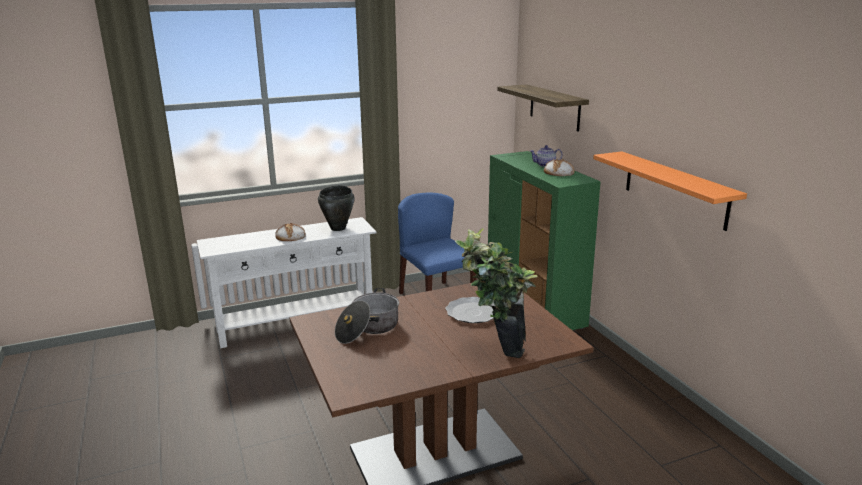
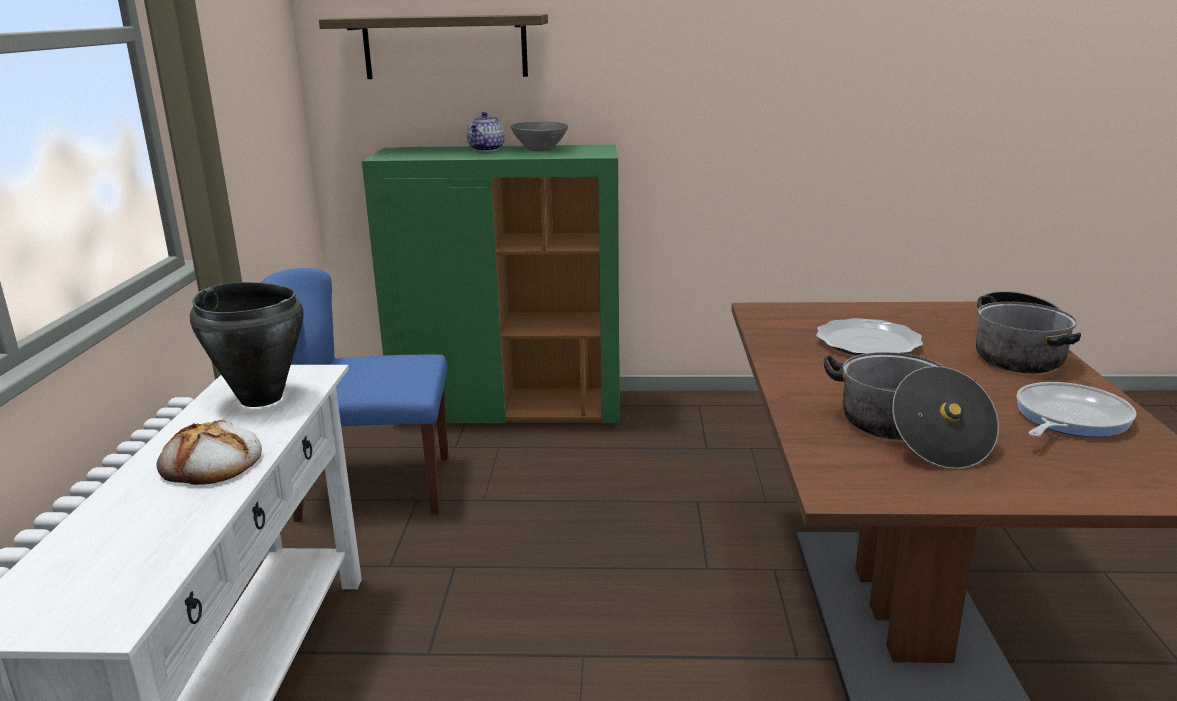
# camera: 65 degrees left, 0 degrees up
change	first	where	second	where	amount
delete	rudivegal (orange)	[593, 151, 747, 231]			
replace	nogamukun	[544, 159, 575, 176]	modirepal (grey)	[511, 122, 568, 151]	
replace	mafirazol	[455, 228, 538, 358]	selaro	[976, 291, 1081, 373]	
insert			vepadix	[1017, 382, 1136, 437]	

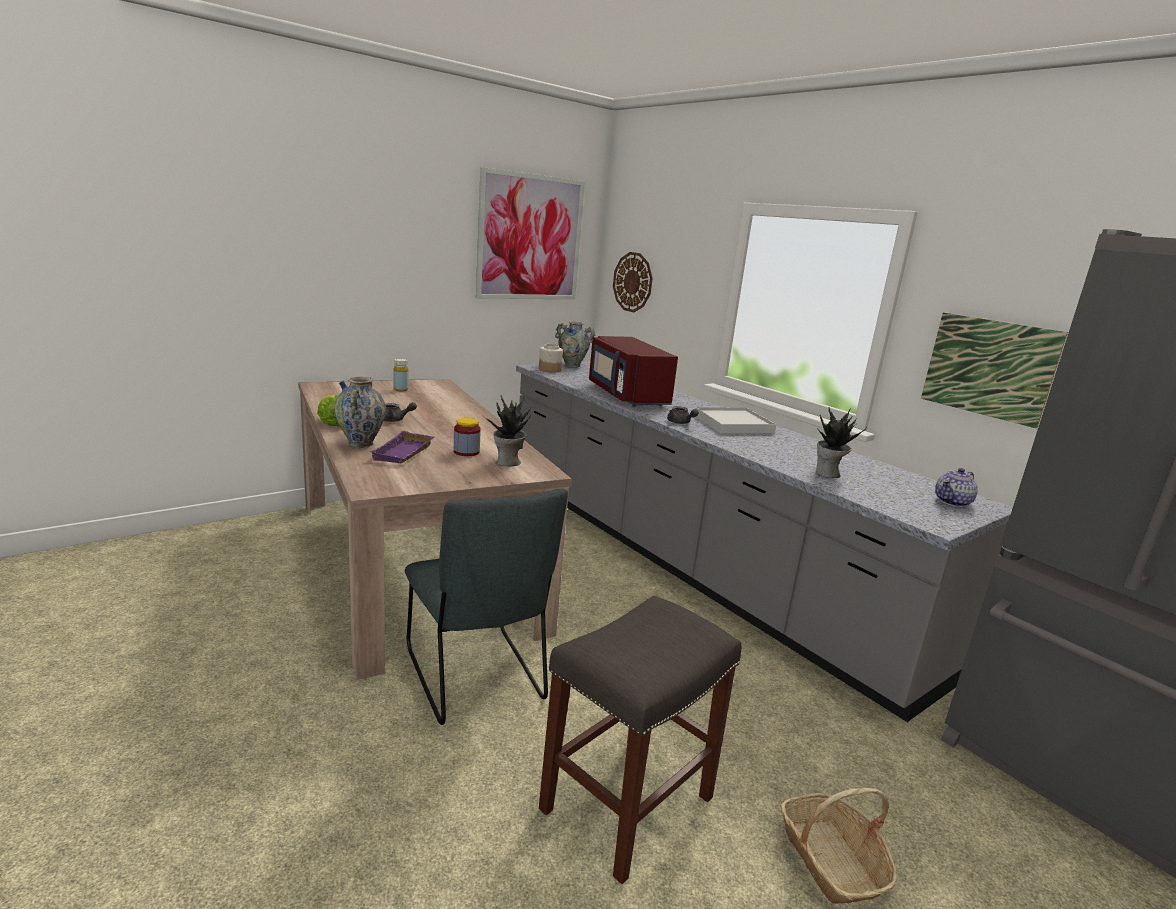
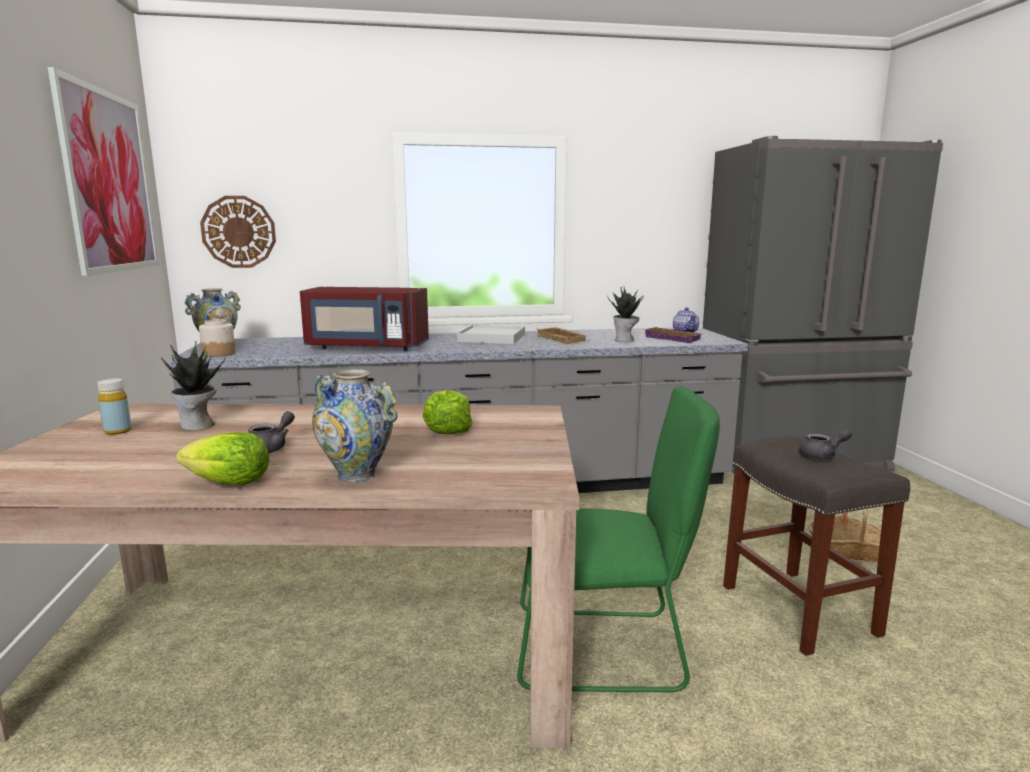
# camera: 60 degrees left, 5 degrees down
change	first	where	second	where	amount
delete	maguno	[921, 312, 1068, 429]			
move	mafirazol	[482, 395, 532, 466]		[161, 340, 226, 430]	
move	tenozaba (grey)	[667, 406, 699, 424]		[799, 429, 852, 460]	
replace	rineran	[454, 418, 481, 456]	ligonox	[423, 390, 473, 435]	
move	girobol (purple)	[370, 431, 434, 463]		[644, 327, 702, 343]	
recolor	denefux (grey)	[405, 489, 568, 725]	denefux (green)	[517, 386, 720, 692]	
insert			girobol (beige)	[535, 327, 589, 344]	

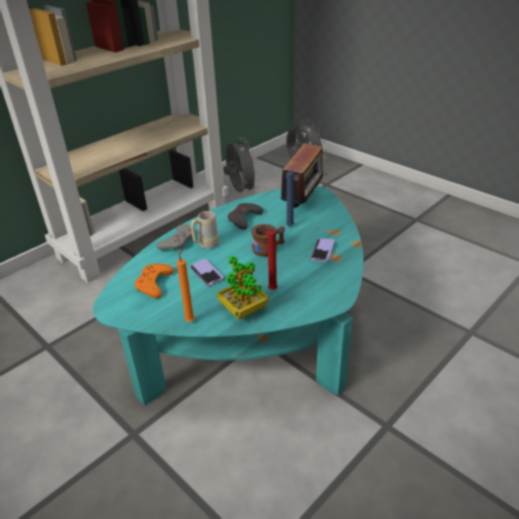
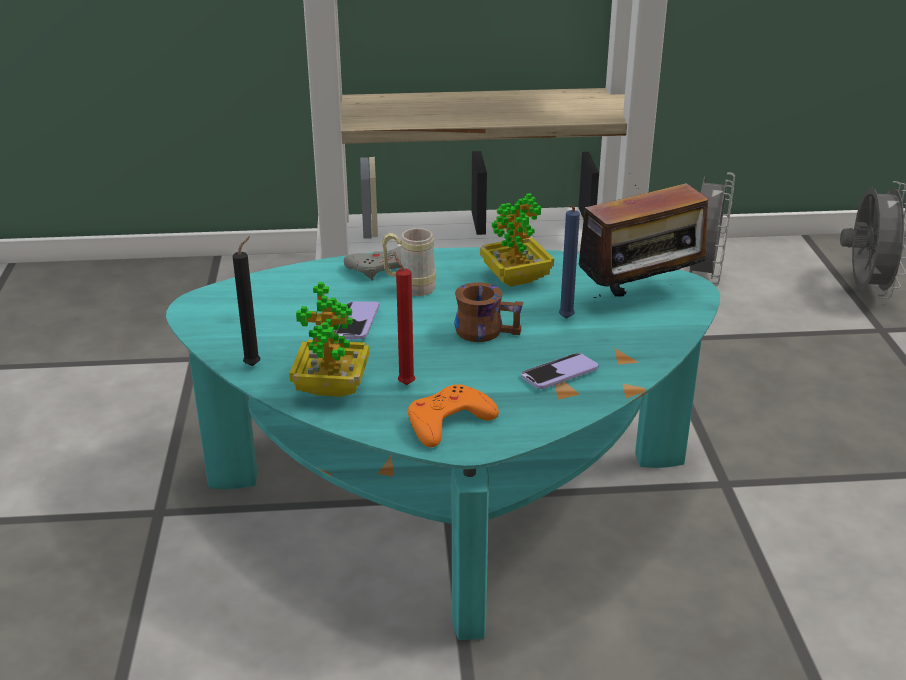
# camera: 40 degrees right, 5 degrees down
change	first	where	second	where	amount
replace	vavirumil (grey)	[228, 203, 263, 230]	mafirazol	[480, 193, 554, 287]	
recolor	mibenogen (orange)	[177, 249, 195, 322]	mibenogen (black)	[233, 236, 260, 366]	
move	vavirumil (orange)	[135, 264, 174, 298]		[408, 384, 499, 447]	

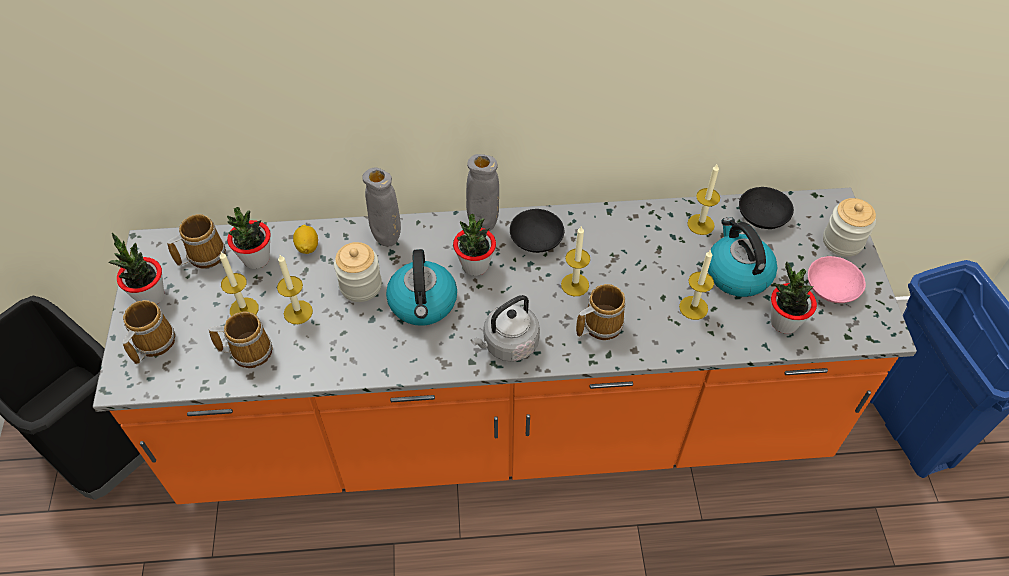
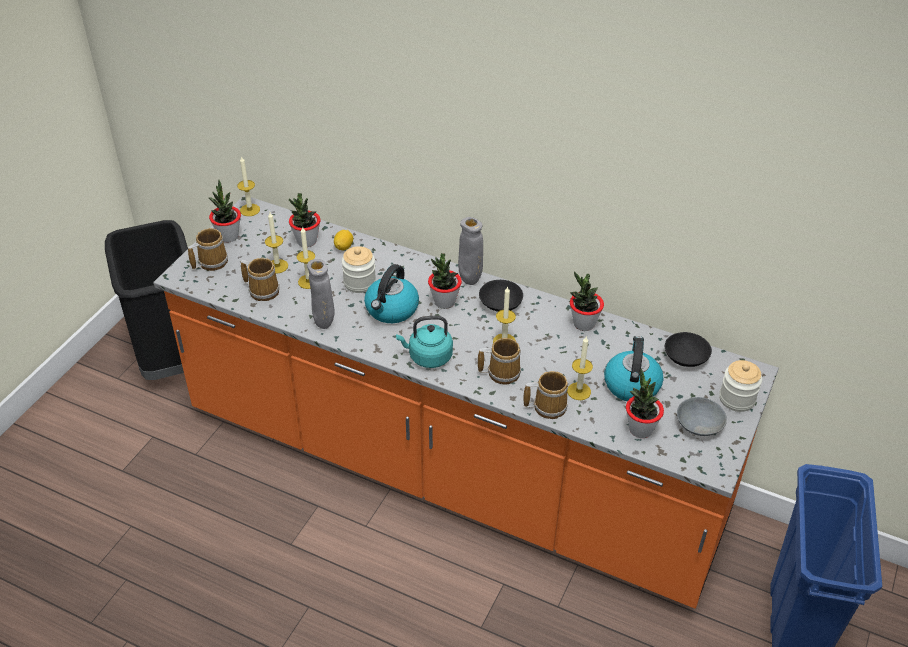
# camera: 30 degrees right, 10 degrees down
change	first	where	second	where	amount
move	mibenogen	[688, 163, 720, 235]		[237, 156, 260, 216]	
move	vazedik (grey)	[362, 168, 401, 247]		[307, 259, 335, 329]	
move	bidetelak	[167, 214, 226, 269]		[523, 371, 568, 419]	
recolor	modirepal (pink)	[808, 256, 866, 303]	modirepal (grey)	[677, 397, 727, 436]	
recolor	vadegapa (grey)	[471, 295, 540, 362]	vadegapa (turquoise)	[396, 316, 453, 368]	
insert			mafirazol	[570, 271, 604, 331]	

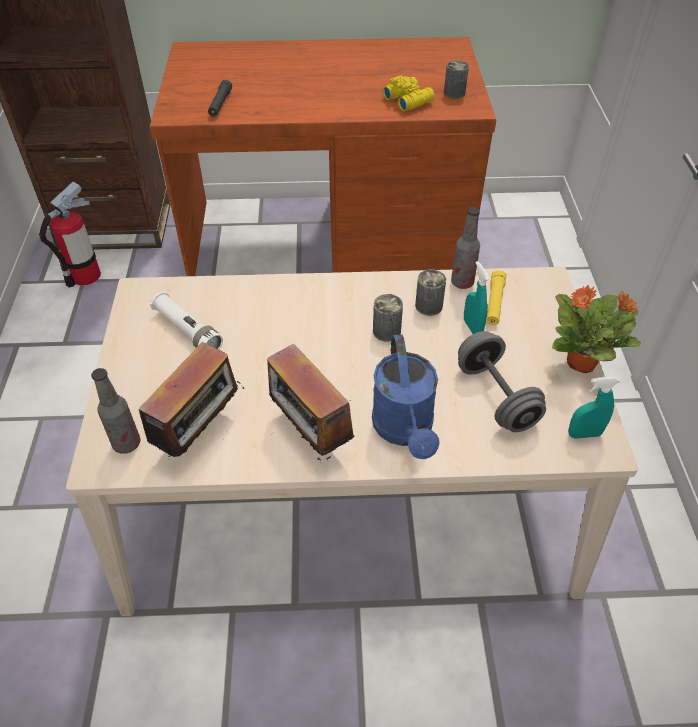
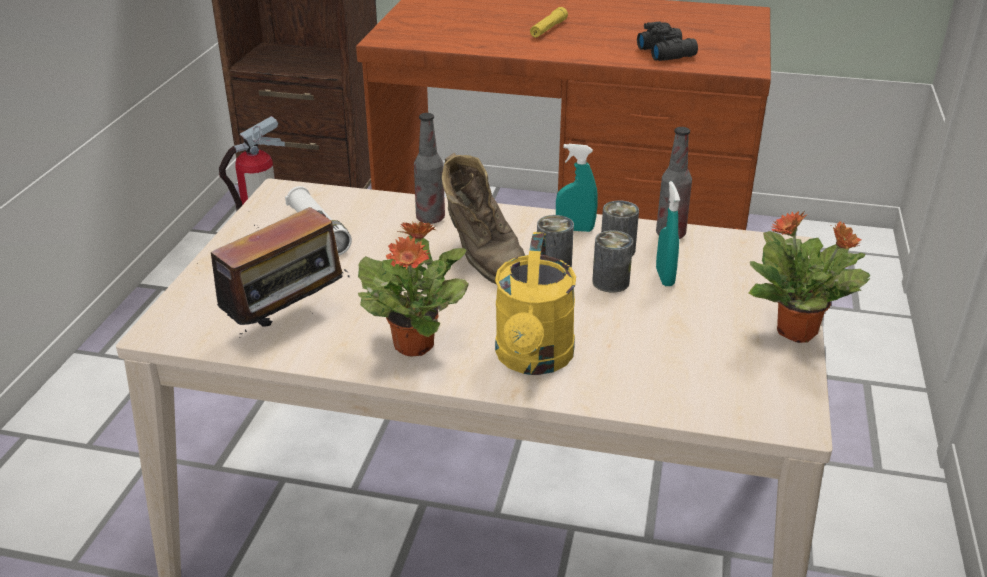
# camera: 15 degrees right, 15 degrees down
change	first	where	second	where	amount
move	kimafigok	[444, 60, 469, 99]		[592, 230, 633, 293]	
recolor	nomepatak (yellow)	[383, 75, 434, 111]	nomepatak (black)	[637, 22, 698, 61]	
delete	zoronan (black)	[208, 80, 232, 117]			
move	zoronan (yellow)	[487, 270, 506, 325]		[530, 7, 568, 37]	
delete	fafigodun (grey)	[458, 331, 546, 432]			
recolor	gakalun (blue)	[372, 334, 440, 459]	gakalun (yellow)	[495, 232, 576, 375]	
replace	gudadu	[267, 344, 354, 461]	mafirazol	[358, 221, 469, 356]	
move	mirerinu	[91, 368, 140, 454]		[414, 113, 445, 224]	
move	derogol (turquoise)	[568, 377, 620, 439]		[556, 144, 598, 232]	
insert			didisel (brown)	[442, 153, 525, 284]	

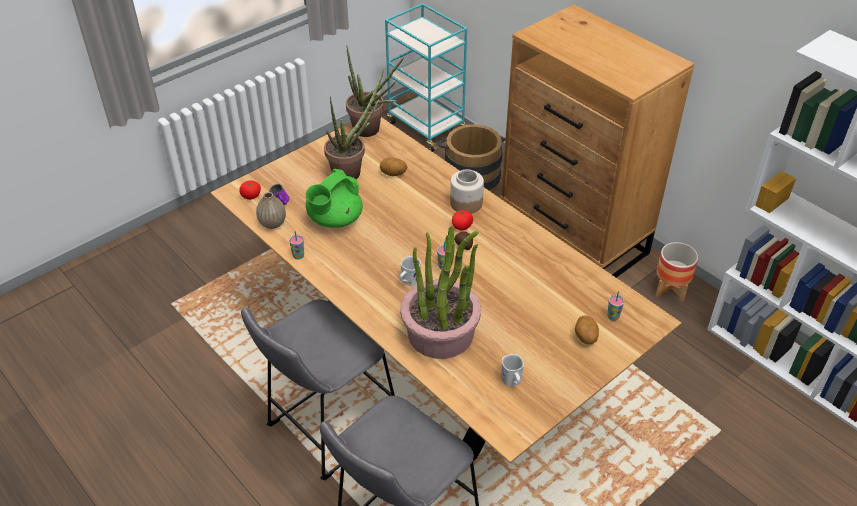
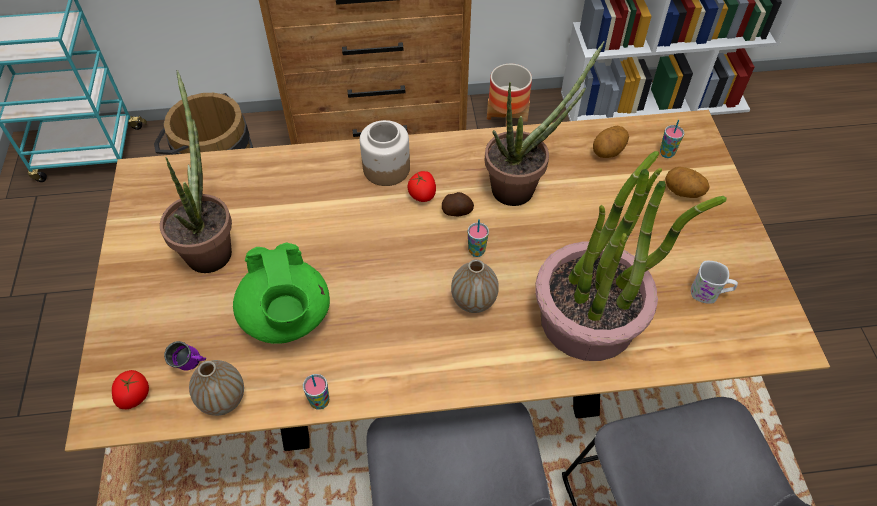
# camera: 55 degrees left, 10 degrees up
change	first	where	second	where	amount
move	mafirazol	[346, 46, 404, 137]		[484, 41, 604, 206]	
move	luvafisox	[380, 158, 407, 176]		[593, 126, 629, 158]	
replace	bidetelak (white)	[400, 256, 421, 286]	vazedik	[451, 259, 499, 313]	

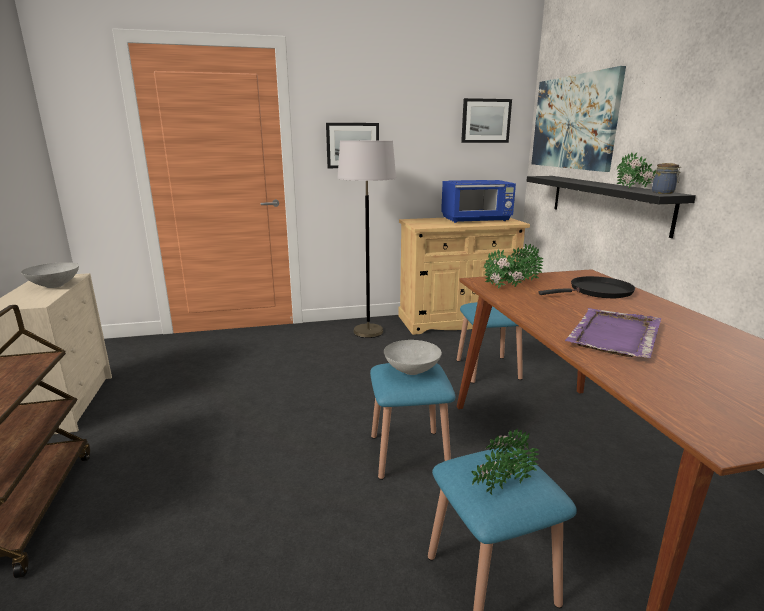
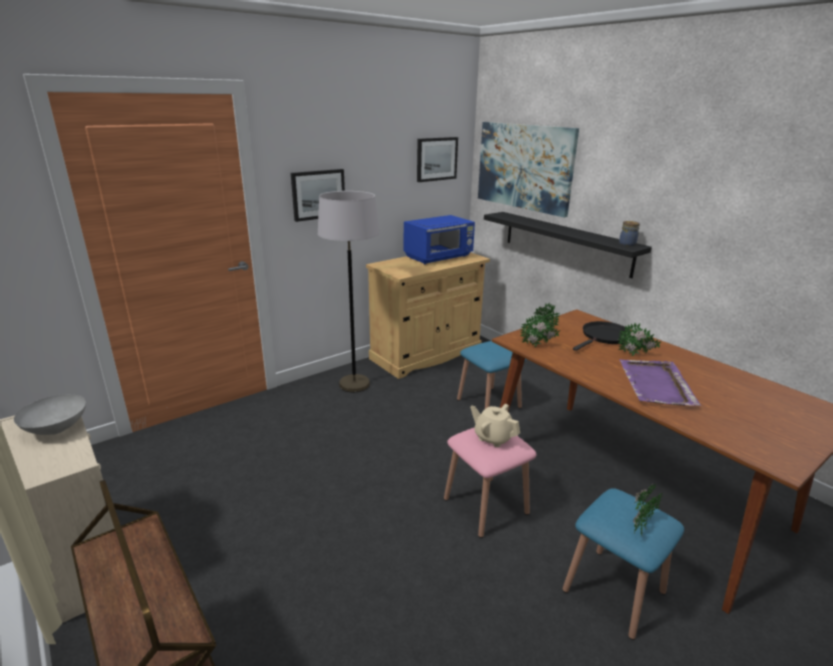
# camera: 25 degrees left, 5 degrees up
change	first	where	second	where	amount
move	mafirazol	[617, 152, 656, 188]		[618, 323, 662, 356]	
replace	modirepal (grey)	[384, 340, 442, 375]	tenozaba (beige)	[470, 404, 520, 447]	
recolor	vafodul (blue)	[370, 363, 455, 480]	vafodul (pink)	[444, 427, 536, 538]	

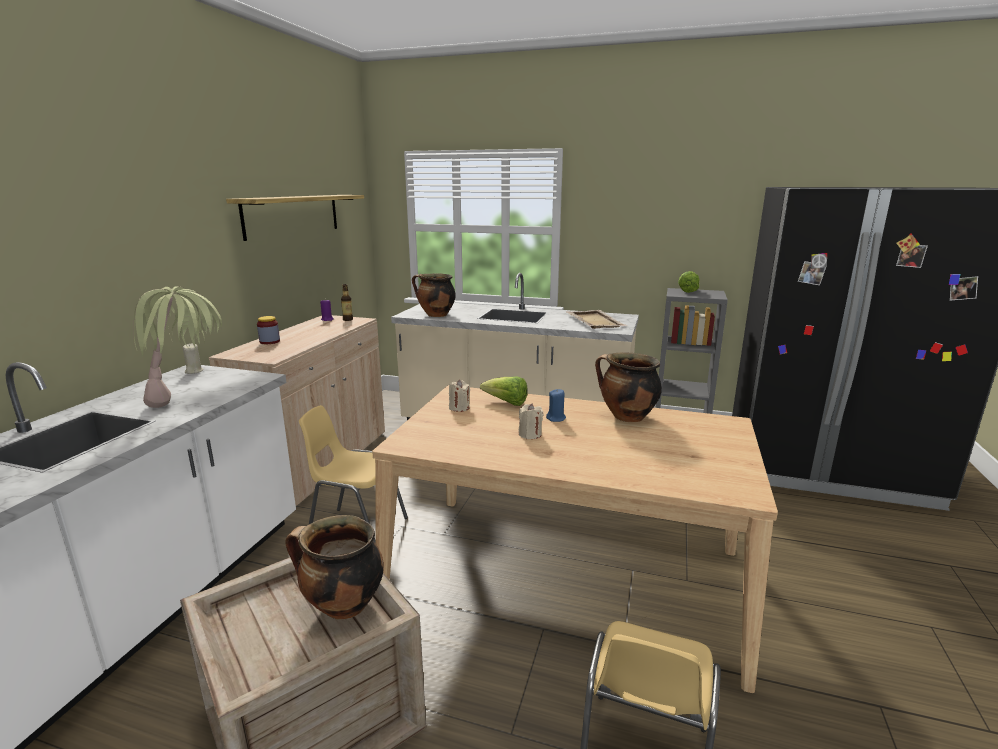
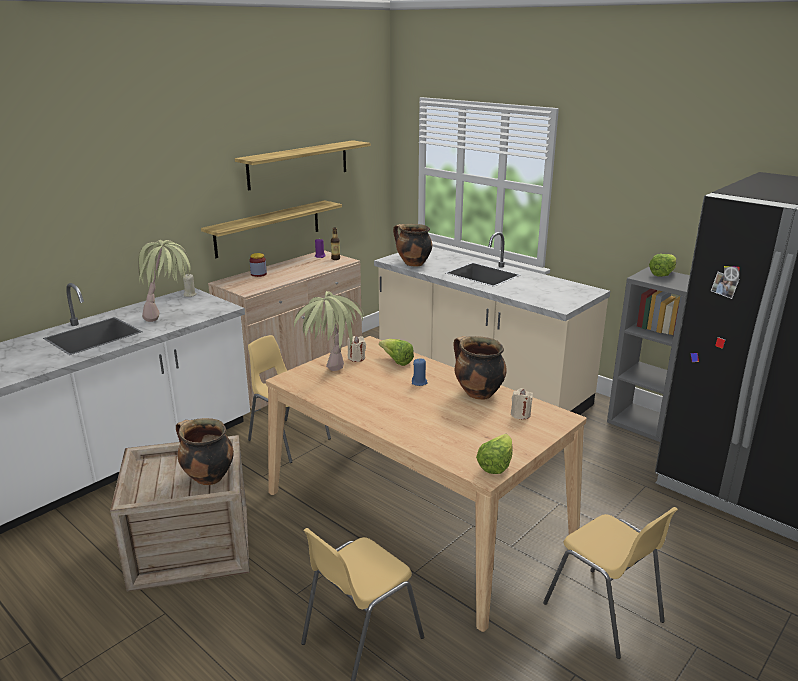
# camera: 25 degrees right, 5 degrees up
change	first	where	second	where	amount
delete	girobol (beige)	[566, 310, 628, 329]			
move	mibenogen (beige)	[519, 403, 543, 439]		[511, 388, 533, 419]	
insert			rudivegal	[201, 200, 342, 258]	
insert			mafirazol	[294, 291, 364, 371]	
insert			ligonox	[476, 434, 513, 474]	
insert			denefux (yellow)	[543, 507, 678, 659]	

